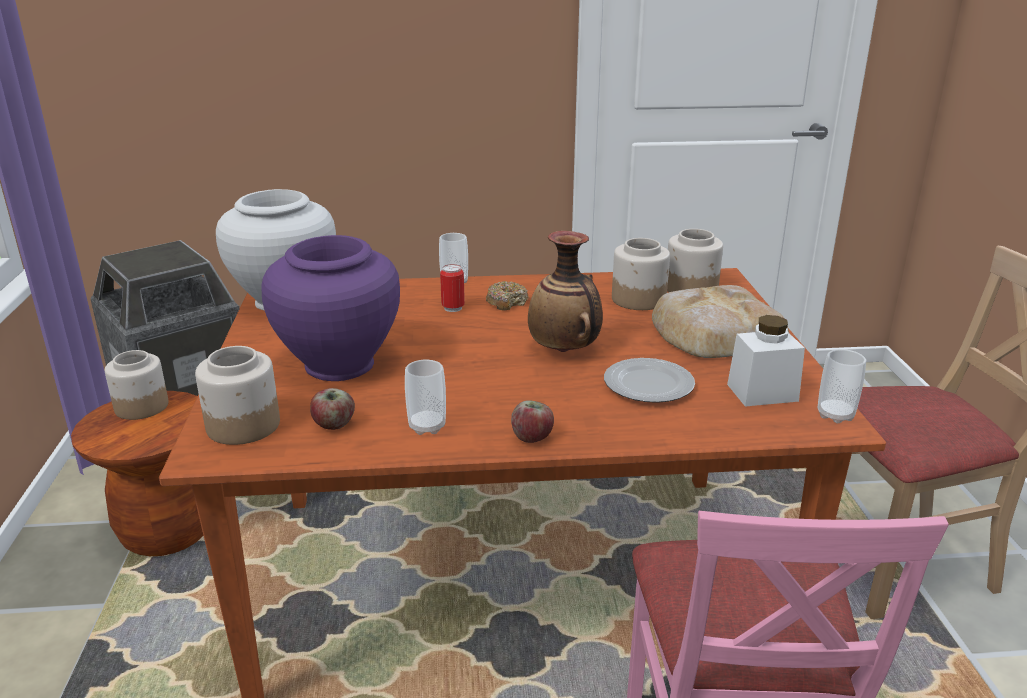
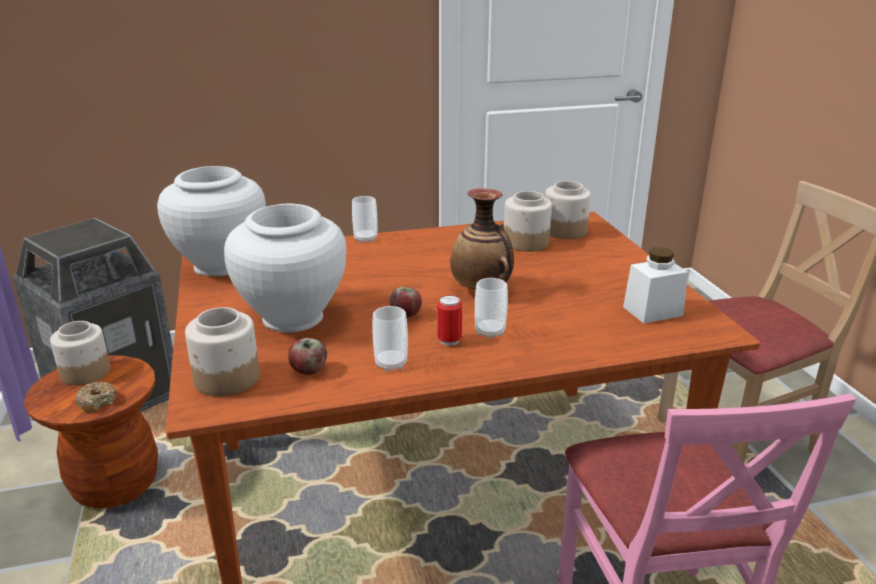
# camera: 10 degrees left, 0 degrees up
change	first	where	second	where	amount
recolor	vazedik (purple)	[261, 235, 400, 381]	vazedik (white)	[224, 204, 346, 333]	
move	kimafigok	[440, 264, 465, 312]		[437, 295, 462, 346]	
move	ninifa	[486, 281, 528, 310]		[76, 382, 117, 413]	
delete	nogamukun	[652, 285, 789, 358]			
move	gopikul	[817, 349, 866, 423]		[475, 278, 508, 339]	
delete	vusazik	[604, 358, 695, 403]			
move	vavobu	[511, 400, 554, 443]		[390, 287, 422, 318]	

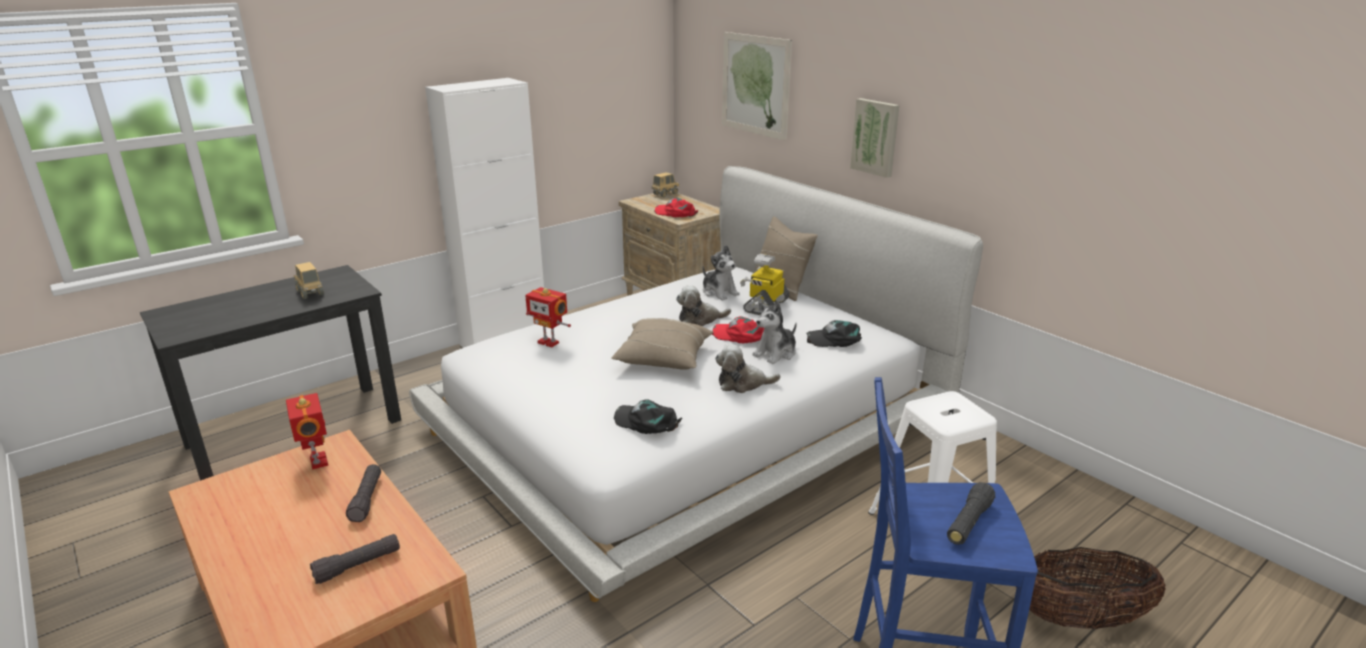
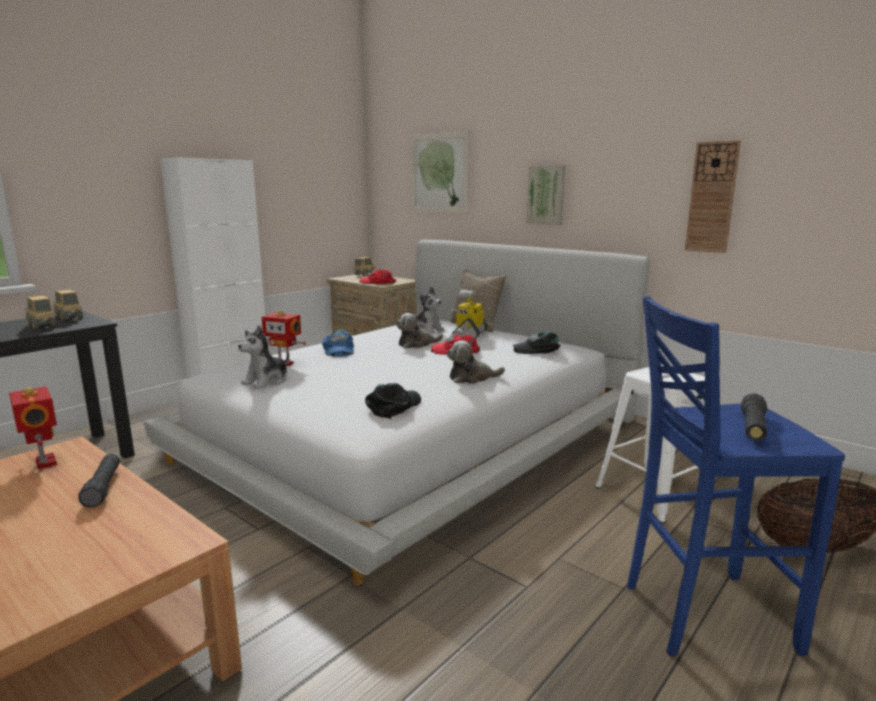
# camera: 10 degrees left, 10 degrees down
change	first	where	second	where	amount
move	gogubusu	[752, 301, 797, 364]		[238, 325, 289, 389]	
delete	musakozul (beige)	[611, 318, 714, 370]			
rotate	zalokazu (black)	[614, 399, 682, 434]		[365, 383, 421, 419]	105 degrees clockwise
delete	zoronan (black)	[310, 534, 400, 584]			
insert			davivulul	[685, 140, 741, 253]	
insert			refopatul	[53, 289, 83, 321]	
insert			zalokazu (blue)	[322, 329, 354, 357]	

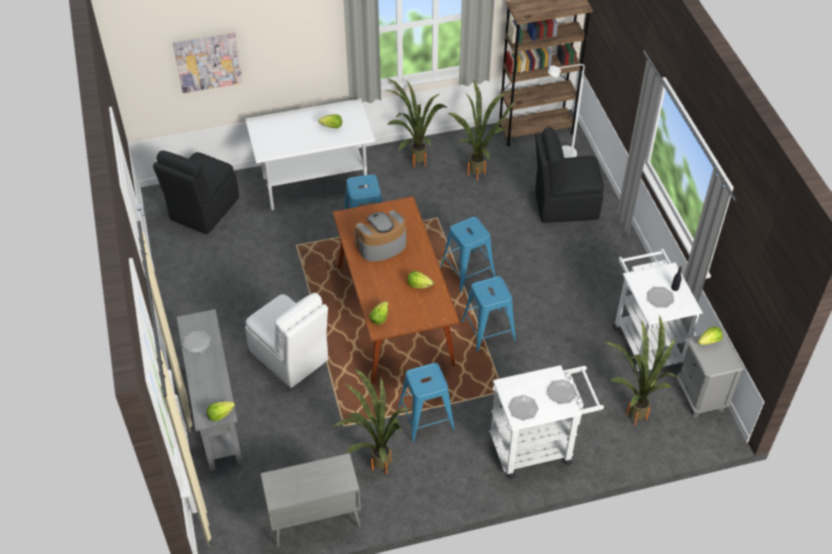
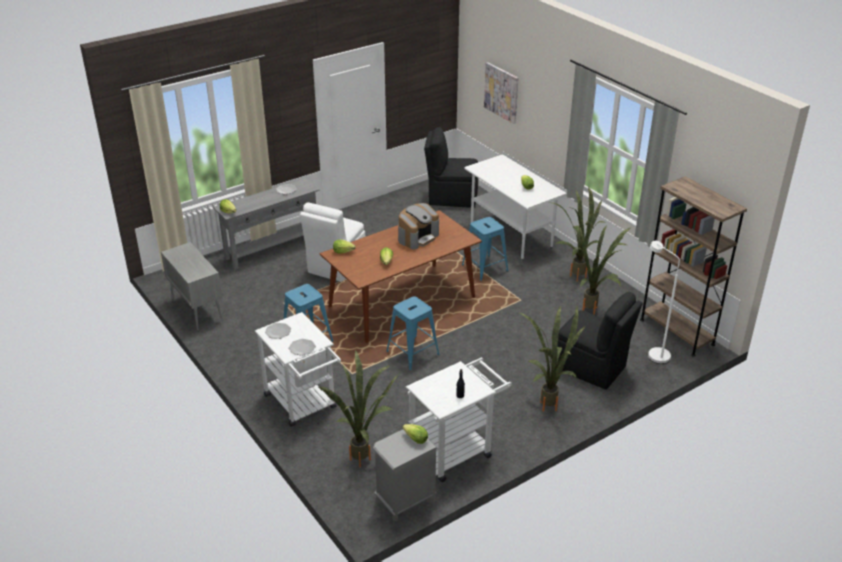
# camera: 70 degrees right, 15 degrees down
change	first	where	second	where	amount
rotate	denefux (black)	[535, 127, 604, 223]		[557, 292, 643, 390]	150 degrees clockwise
rotate	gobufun	[355, 210, 406, 261]		[398, 203, 439, 249]	90 degrees clockwise
delete	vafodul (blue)	[441, 217, 495, 292]			
delete	vusazik	[647, 287, 674, 308]			
move	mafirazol	[333, 368, 411, 474]		[520, 306, 585, 412]	

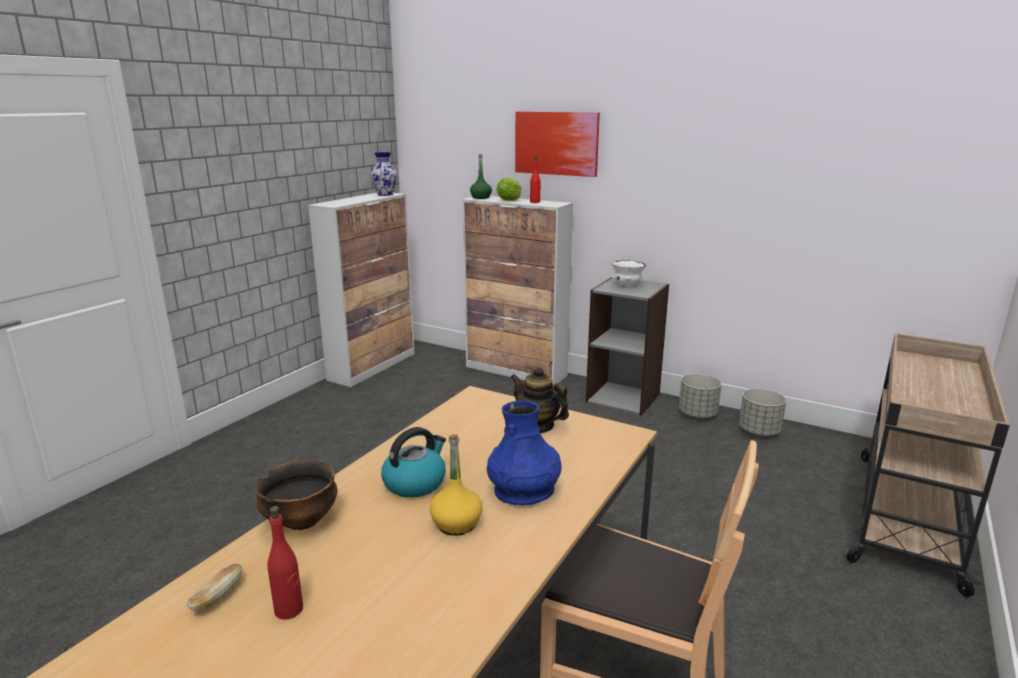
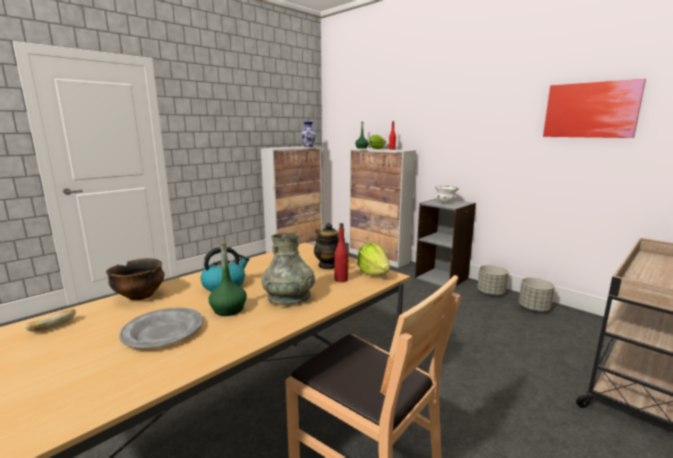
# camera: 15 degrees right, 5 degrees down
change	first	where	second	where	amount
move	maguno	[515, 111, 600, 177]		[543, 79, 646, 138]	
recolor	vazedik (blue)	[487, 401, 562, 506]	vazedik (grey)	[262, 233, 315, 305]	
recolor	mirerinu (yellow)	[430, 434, 483, 536]	mirerinu (green)	[209, 243, 247, 316]	
move	mirerinu (red)	[267, 506, 303, 620]		[335, 223, 349, 282]	
insert			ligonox	[357, 243, 390, 276]	
insert			vusazik (grey)	[119, 308, 203, 348]	

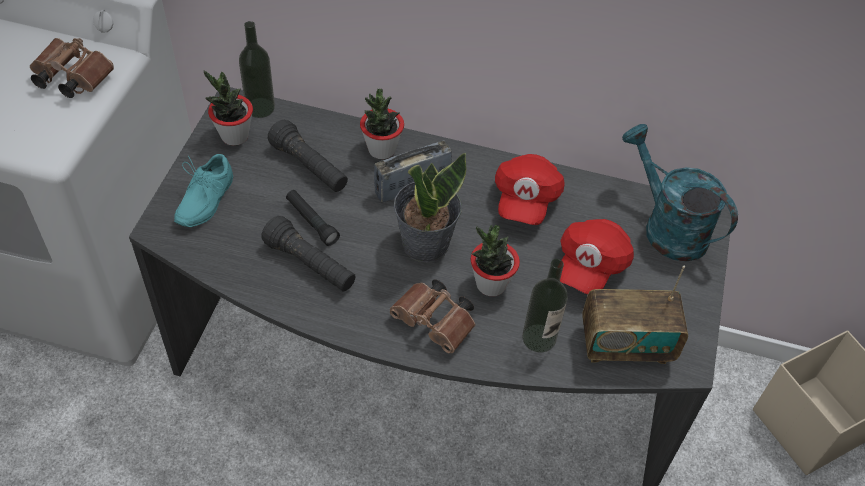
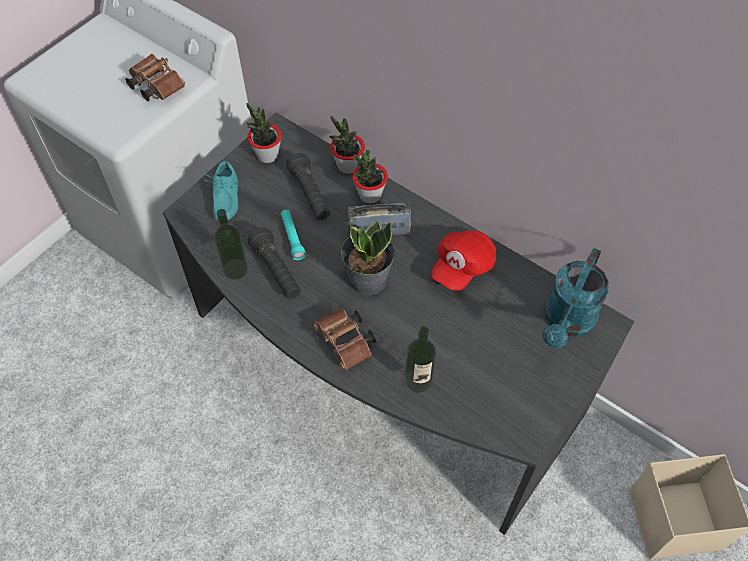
# camera: 25 degrees right, 5 degrees up
change	first	where	second	where	amount
move	mirerinu	[239, 21, 275, 118]		[214, 209, 248, 279]	
rotate	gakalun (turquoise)	[622, 124, 738, 262]		[543, 248, 609, 348]	135 degrees counterclockwise
rotate	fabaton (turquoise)	[174, 154, 233, 227]		[202, 161, 239, 220]	45 degrees counterclockwise
recolor	zoronan (black)	[286, 190, 340, 246]	zoronan (turquoise)	[281, 210, 306, 260]	
delete	zalokazu (red)	[560, 219, 634, 294]			
move	mafirazol	[471, 224, 520, 296]		[329, 116, 365, 174]	
delete	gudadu	[582, 265, 688, 364]			

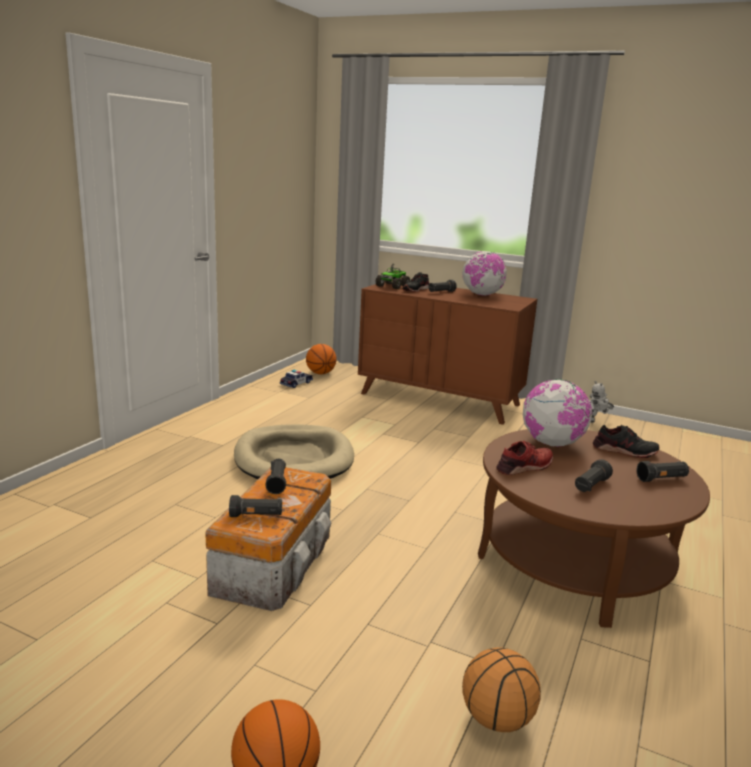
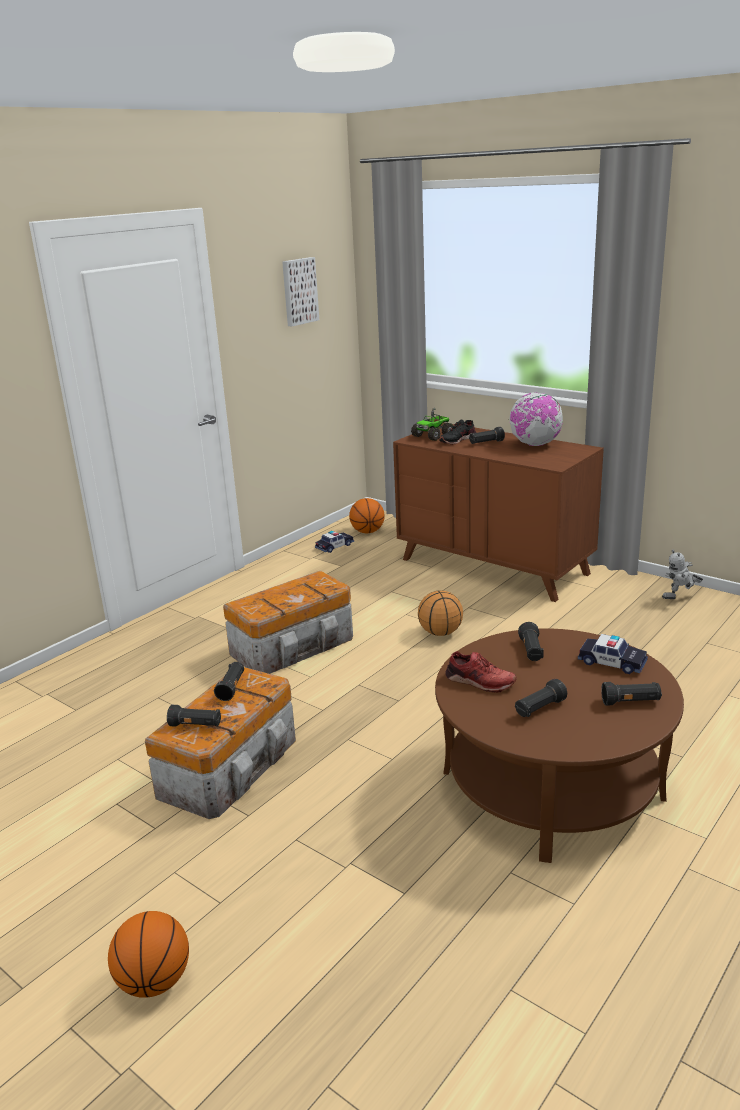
# camera: 15 degrees right, 5 degrees up
change	first	where	second	where	amount
replace	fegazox	[523, 379, 592, 447]	zoronan (black)	[518, 622, 544, 661]	
replace	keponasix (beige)	[234, 424, 354, 479]	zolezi	[223, 570, 353, 674]	
replace	fabaton (black)	[593, 425, 659, 458]	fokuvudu	[578, 634, 648, 674]	
rotate	fabaton (red)	[496, 441, 553, 475]		[445, 651, 517, 692]	45 degrees clockwise
move	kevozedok	[462, 647, 541, 732]		[418, 590, 463, 636]	
insert			maguno	[282, 257, 319, 326]	

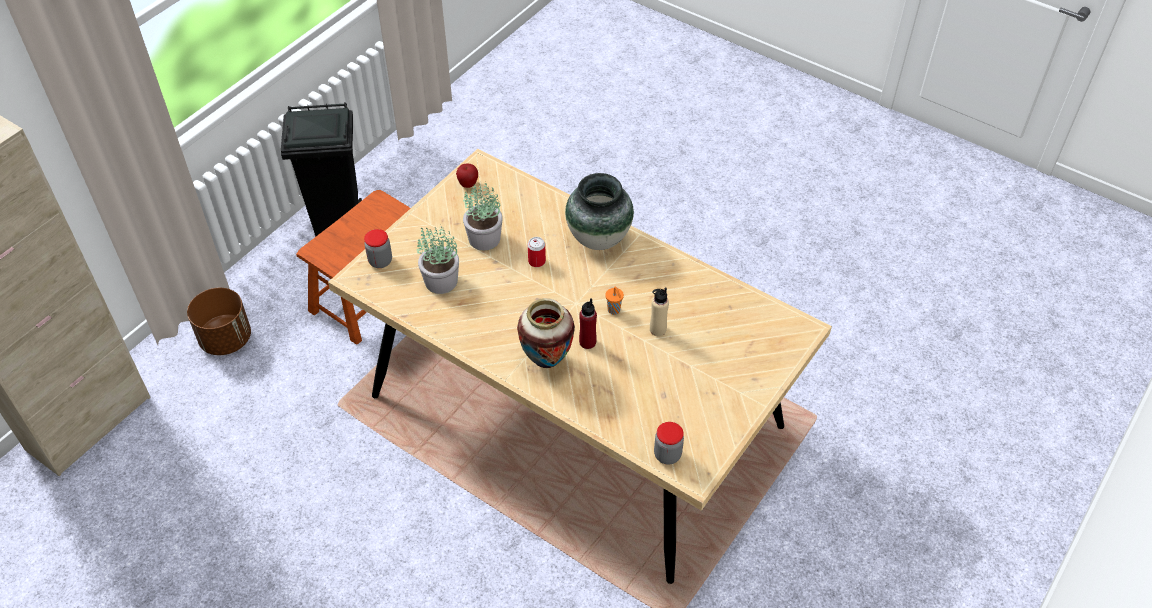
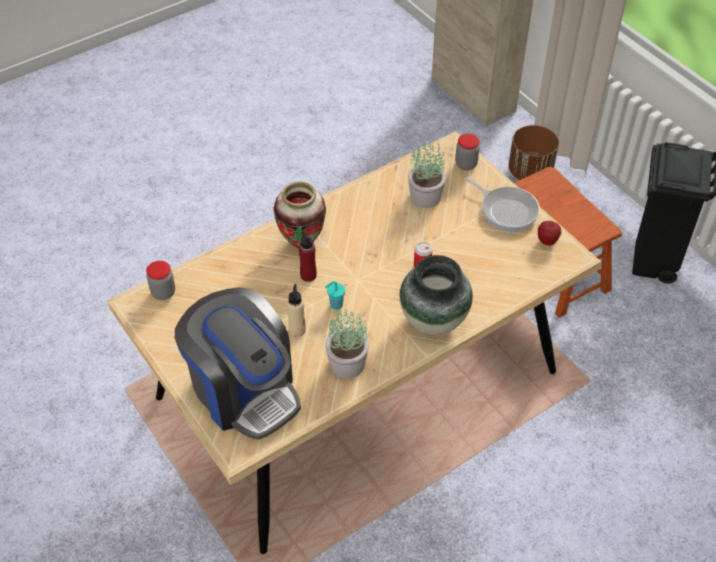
# camera: 110 degrees right, 0 degrees up
change	first	where	second	where	amount
move	mafirazol	[463, 180, 503, 251]		[325, 309, 369, 379]	
recolor	gopikul (orange)	[605, 287, 624, 315]	gopikul (turquoise)	[325, 281, 345, 310]	
insert			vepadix	[465, 177, 540, 231]	
insert			gobufun	[175, 287, 301, 440]	

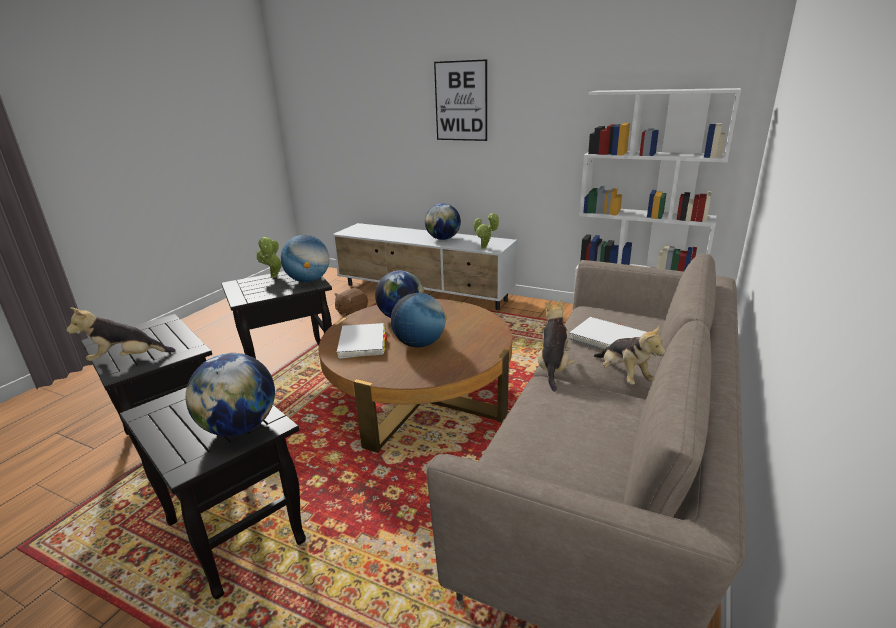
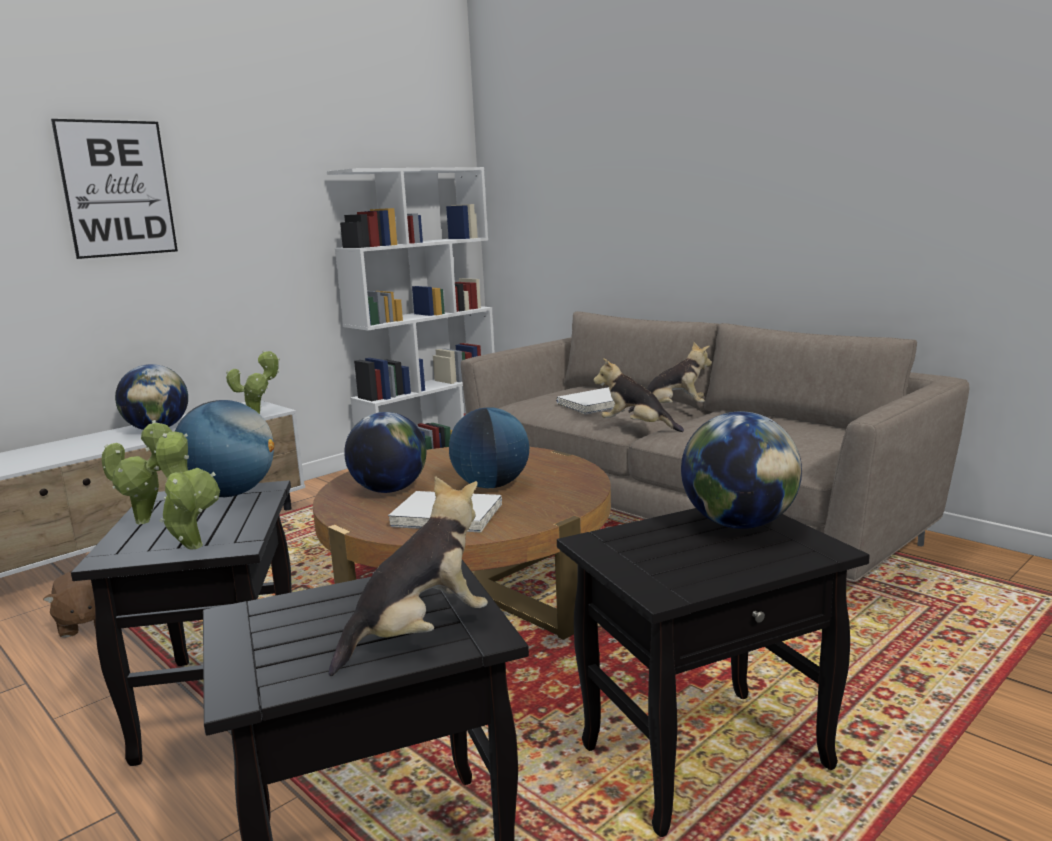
# camera: 70 degrees left, 10 degrees down
change	first	where	second	where	amount
rotate	gogubusu	[66, 307, 176, 361]		[328, 476, 488, 676]	135 degrees counterclockwise
insert			mafirazol	[154, 431, 220, 550]	

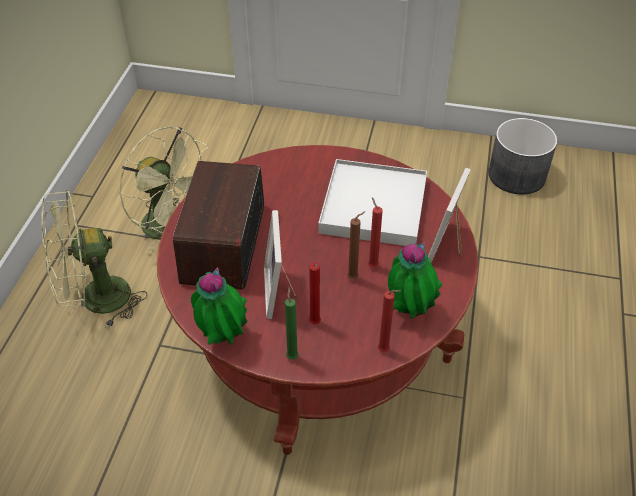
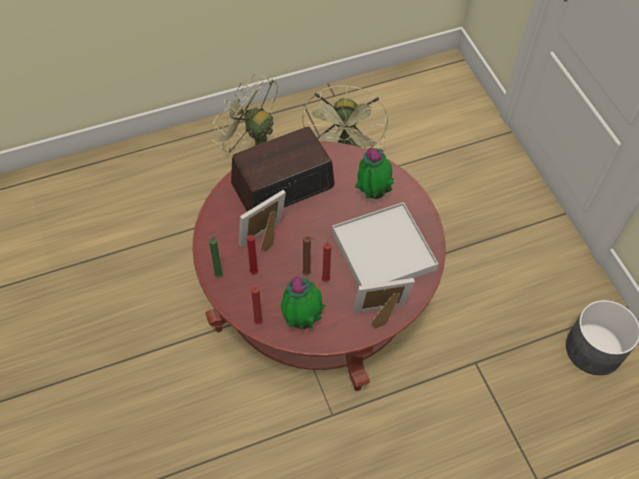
# camera: 55 degrees right, 10 degrees up
change	first	where	second	where	amount
move	mafirazol	[191, 267, 248, 345]		[355, 148, 394, 199]	

